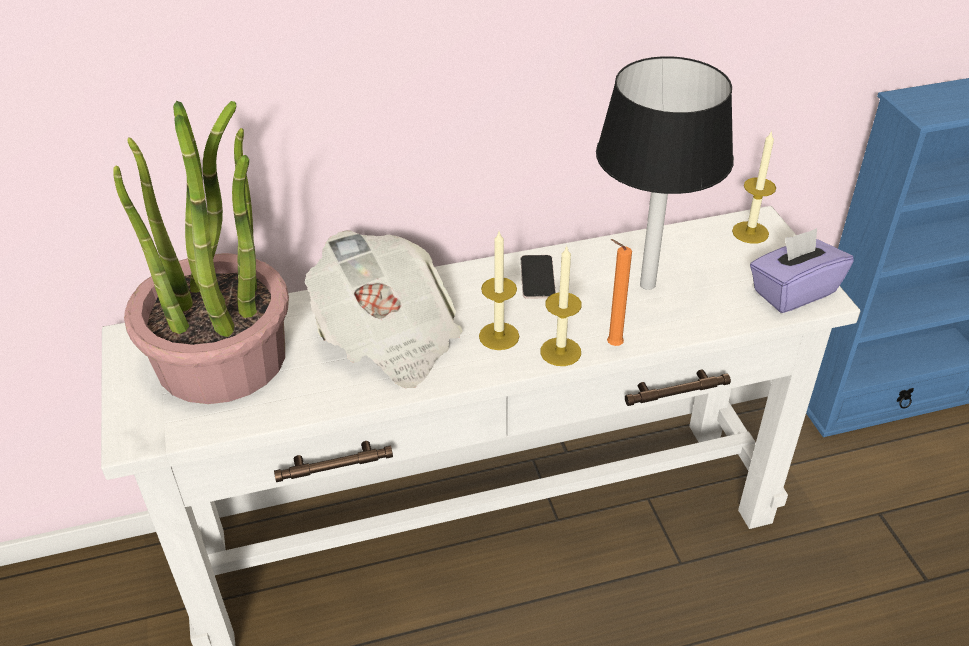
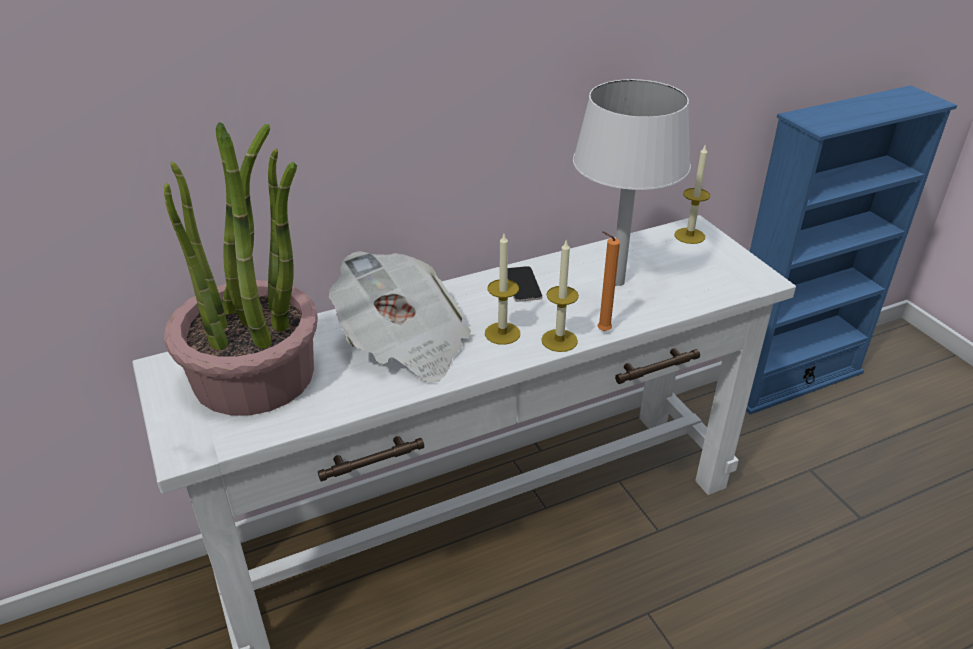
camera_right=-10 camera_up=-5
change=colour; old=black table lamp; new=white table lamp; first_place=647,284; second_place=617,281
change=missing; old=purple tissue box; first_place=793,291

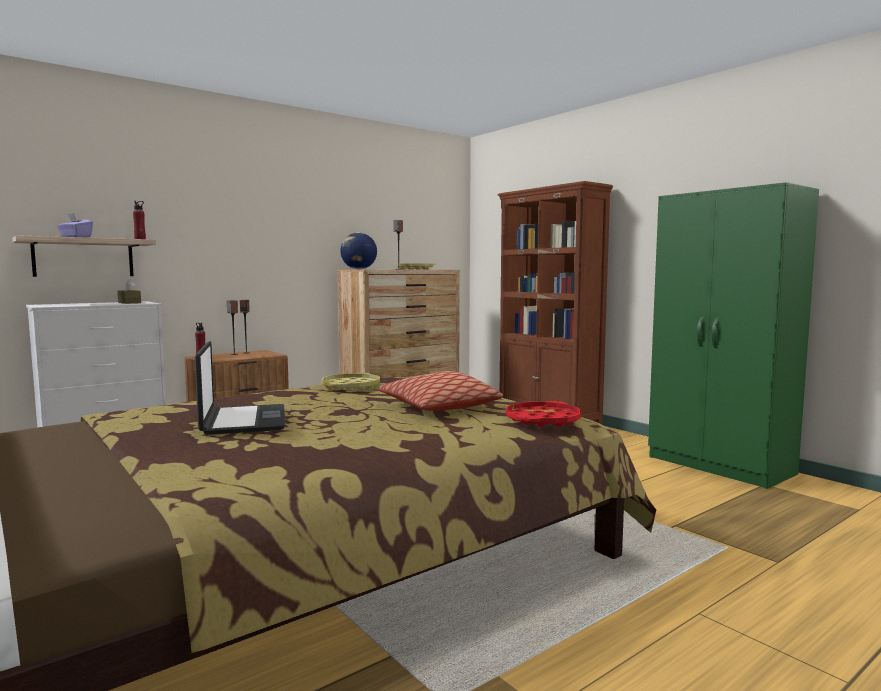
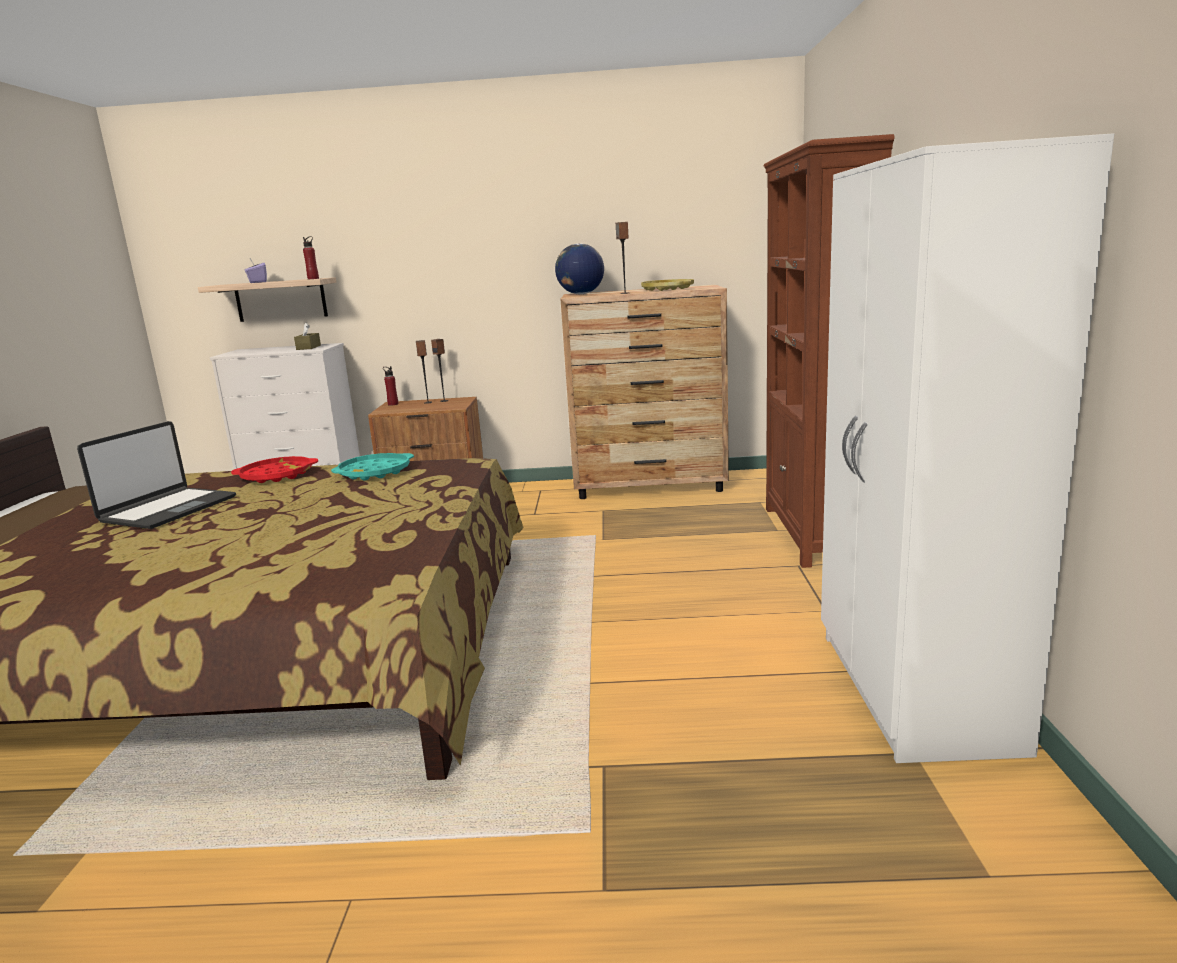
camera_right=40 camera_up=10
change=colour; old=yellow tray; new=turquoise tray; first_place=351,387; second_place=375,472
change=missing; old=pillow; first_place=439,407
change=relocated; old=red tray; first_place=542,420; second_place=277,475
change=colour; old=green wardrobe; new=white wardrobe; first_place=720,466; second_place=913,691

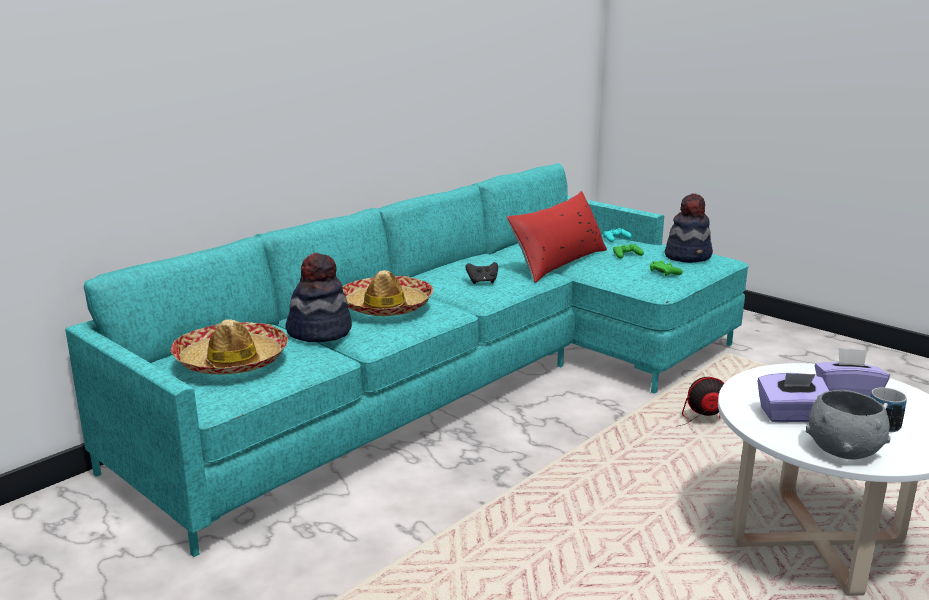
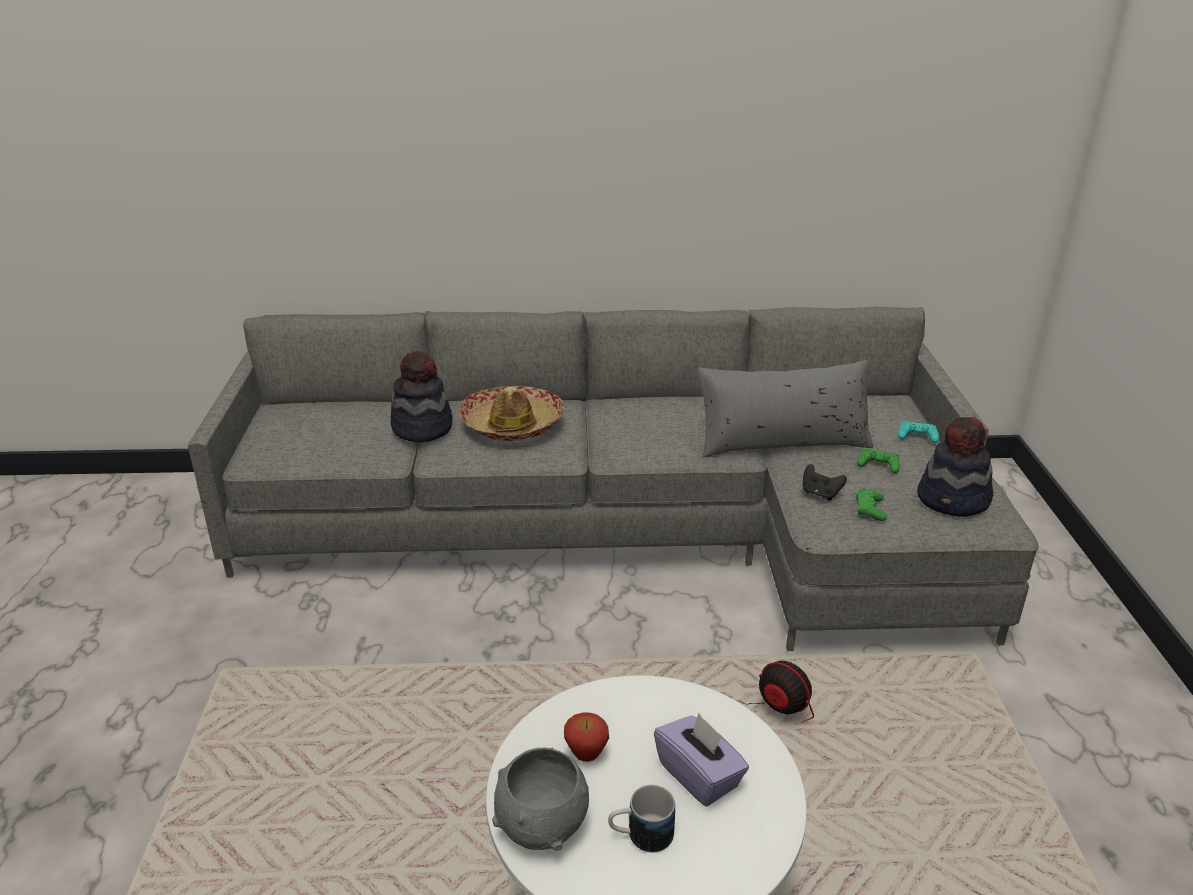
camera_right=45 camera_up=10
change=colour; old=turquoise sofa; new=grey sofa; first_place=461,381; second_place=628,530
change=missing; old=hat; first_place=231,361
change=relocated; old=black game controller; first_place=482,282; second_place=820,494
change=colour; old=red pillow; new=grey pillow; first_place=558,262; second_place=782,442
change=exchanged; old=purple tissue box; new=apple; first_place=791,416; second_place=586,755

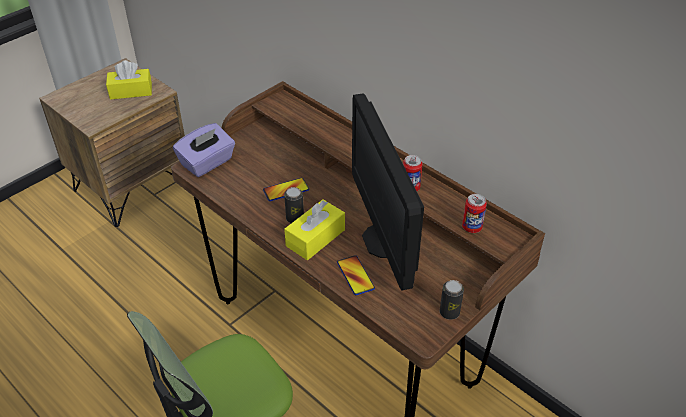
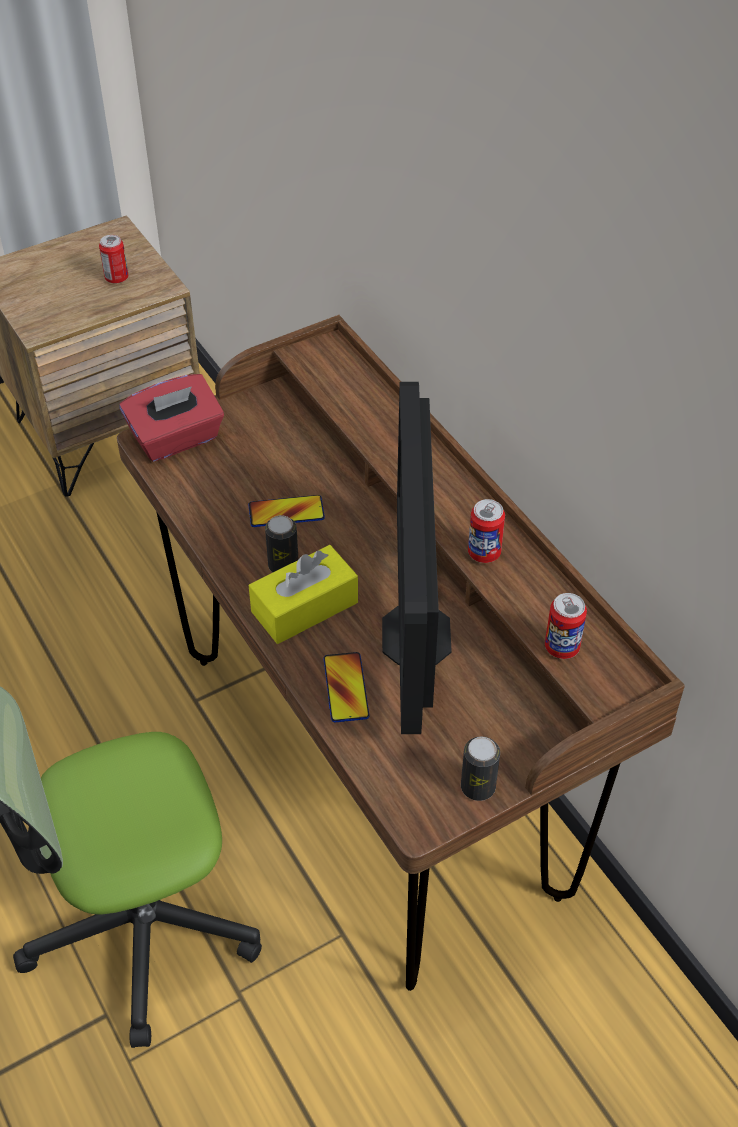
camera_right=15 camera_up=5
change=exchanged; old=yellow tissue box; new=can; first_place=131,91; second_place=116,278
change=colour; old=purple tissue box; new=red tissue box; first_place=207,163; second_place=176,439

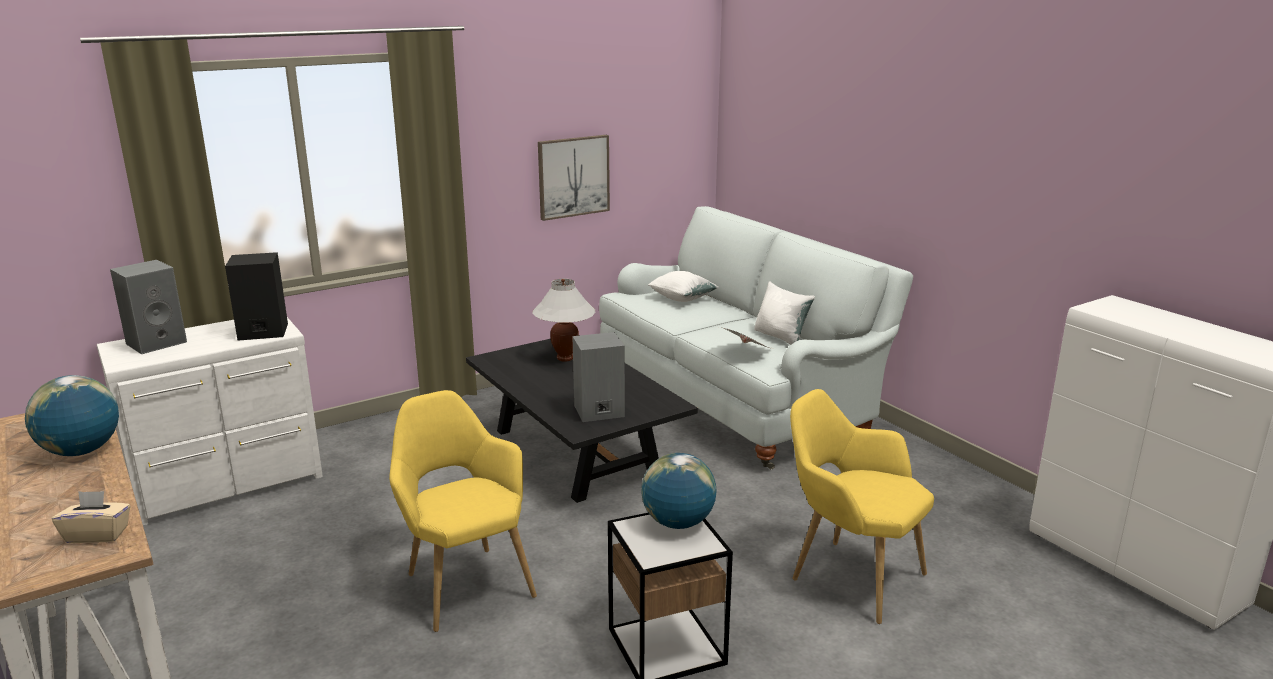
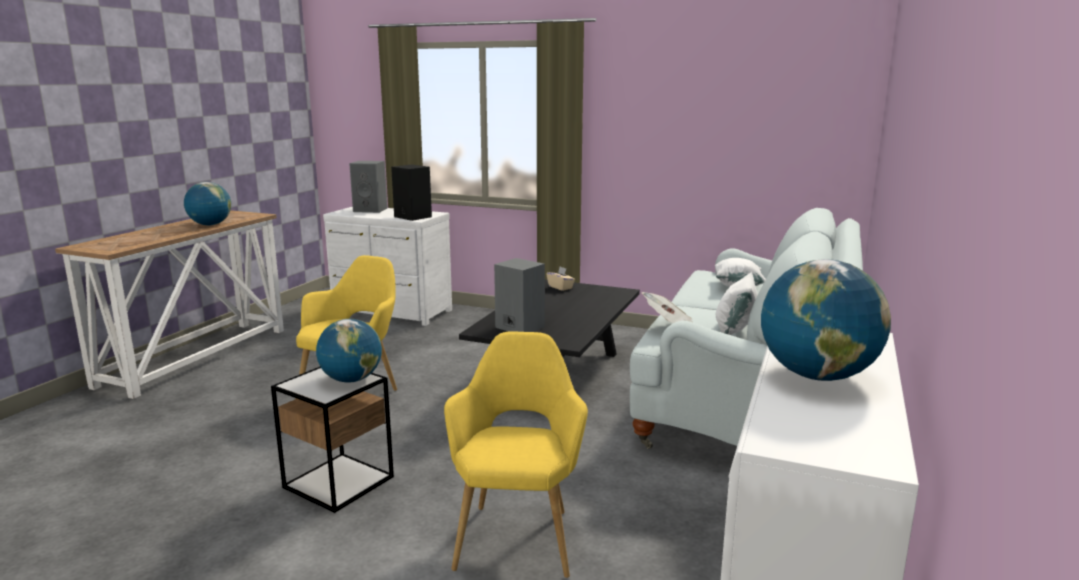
camera_right=55 camera_up=-5
change=relocated; old=beige tissue box; first_place=97,534; second_place=560,287
change=missing; old=white table lamp; first_place=565,358
change=missing; old=picture; first_place=573,176
change=appeared; new=globe; second_place=817,375

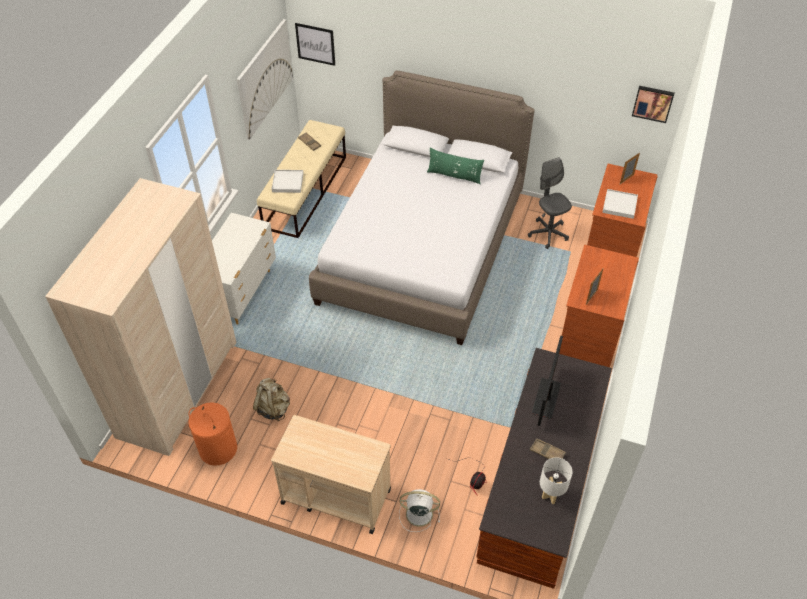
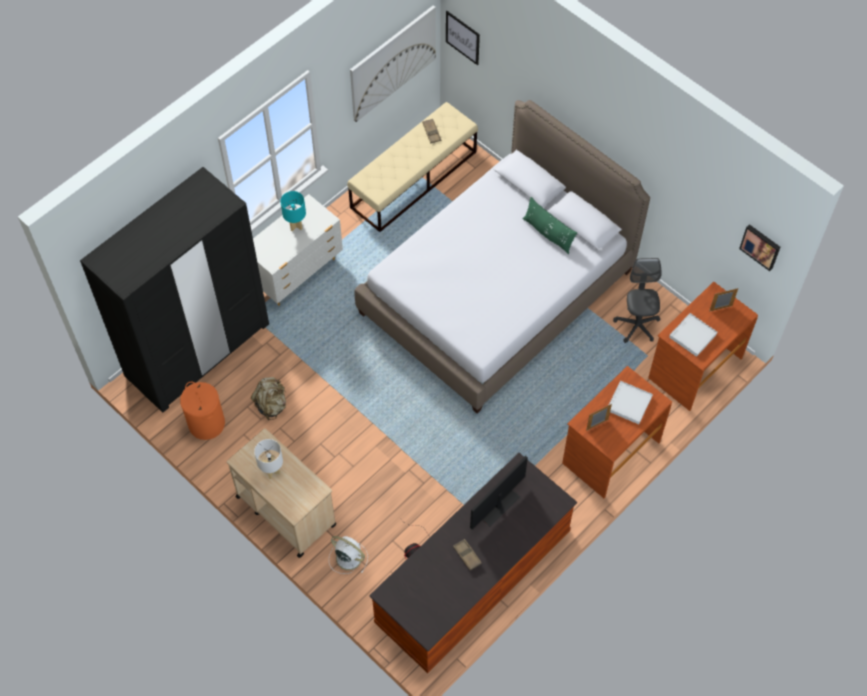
camera_right=25 camera_up=10
change=colour; old=beige wardrobe; new=black wardrobe; first_place=178,388; second_place=197,350
change=relocated; old=white tray; first_place=288,182; second_place=629,403
change=relocated; old=white table lamp; first_place=550,496; second_place=272,472
change=appeared; new=turquoise table lamp; second_place=295,226

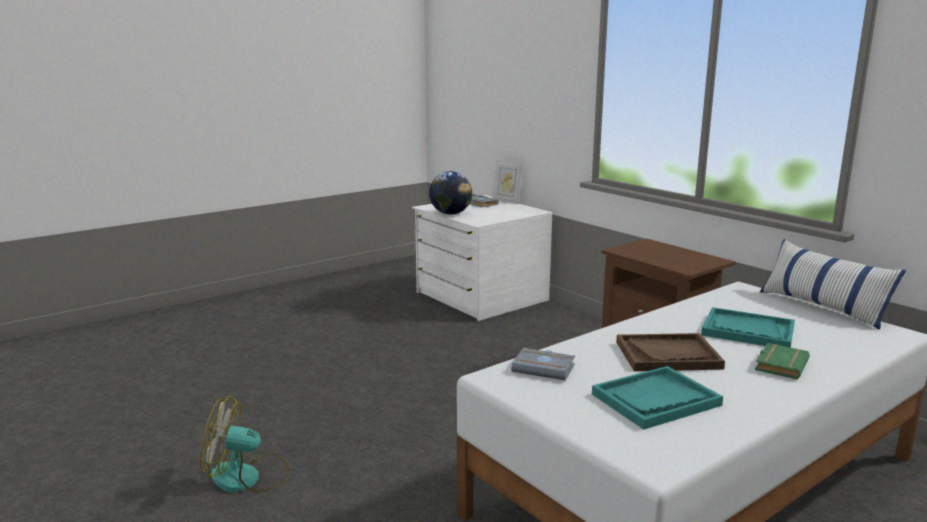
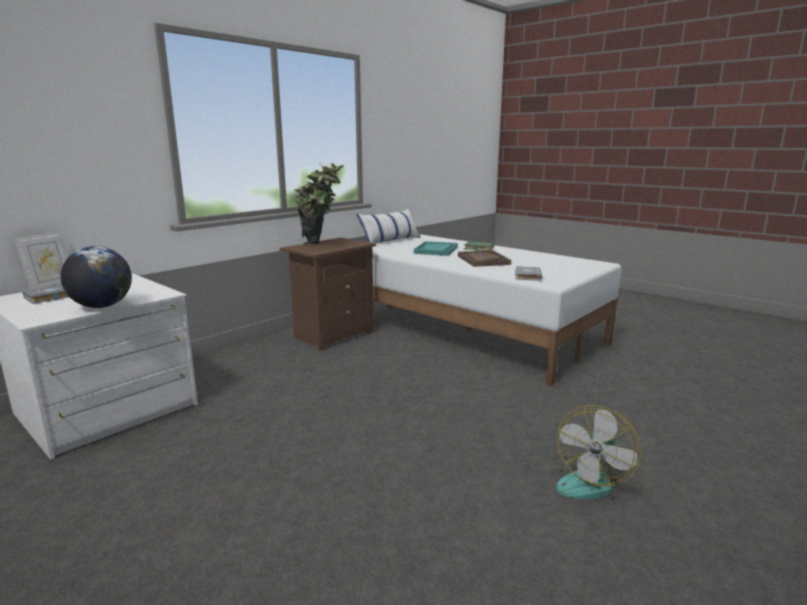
camera_right=-100 camera_up=0
change=spun; old=fan; first_place=247,478; second_place=588,480; degrees=45
change=missing; old=turquoise tray; first_place=655,400
change=appeared; new=potted plant; second_place=321,245

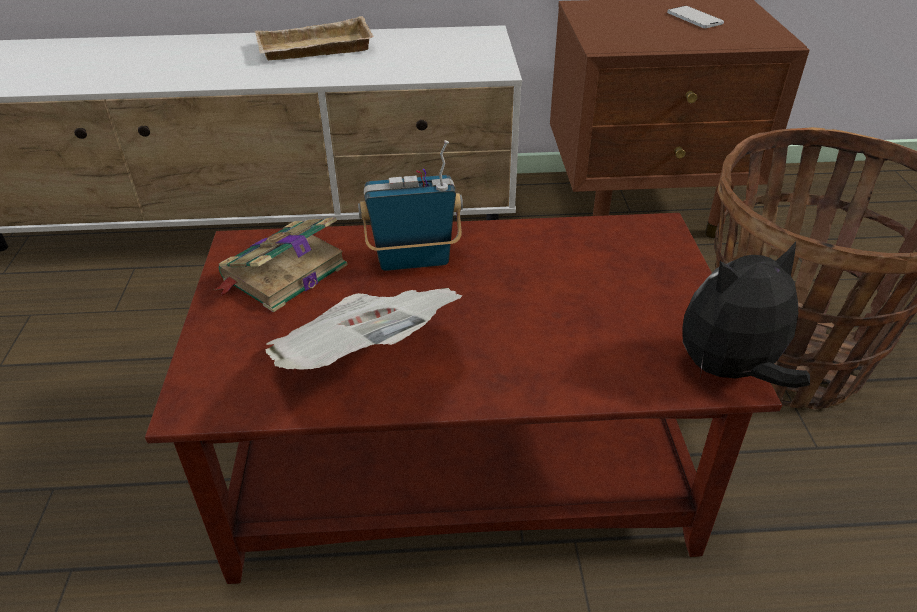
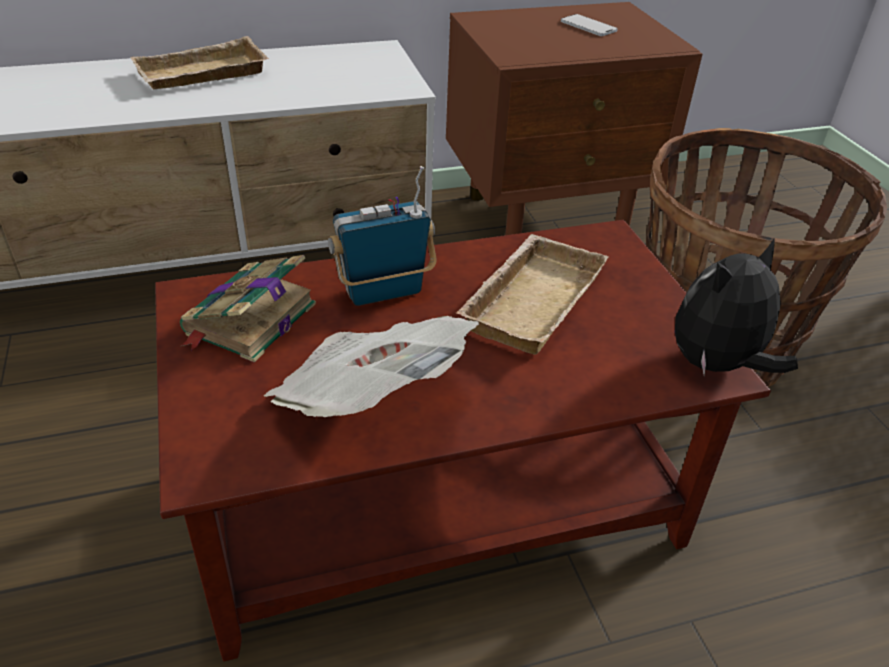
camera_right=-15 camera_up=0
change=appeared; new=beige tray; second_place=530,299

